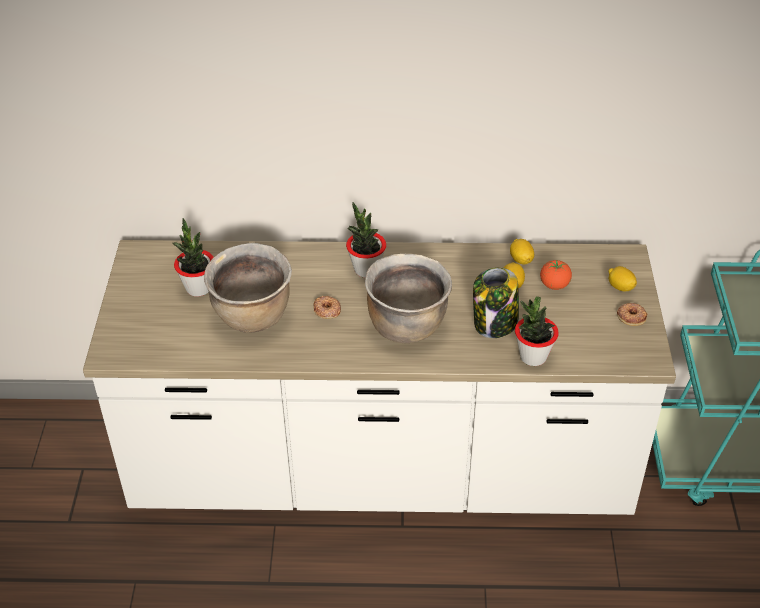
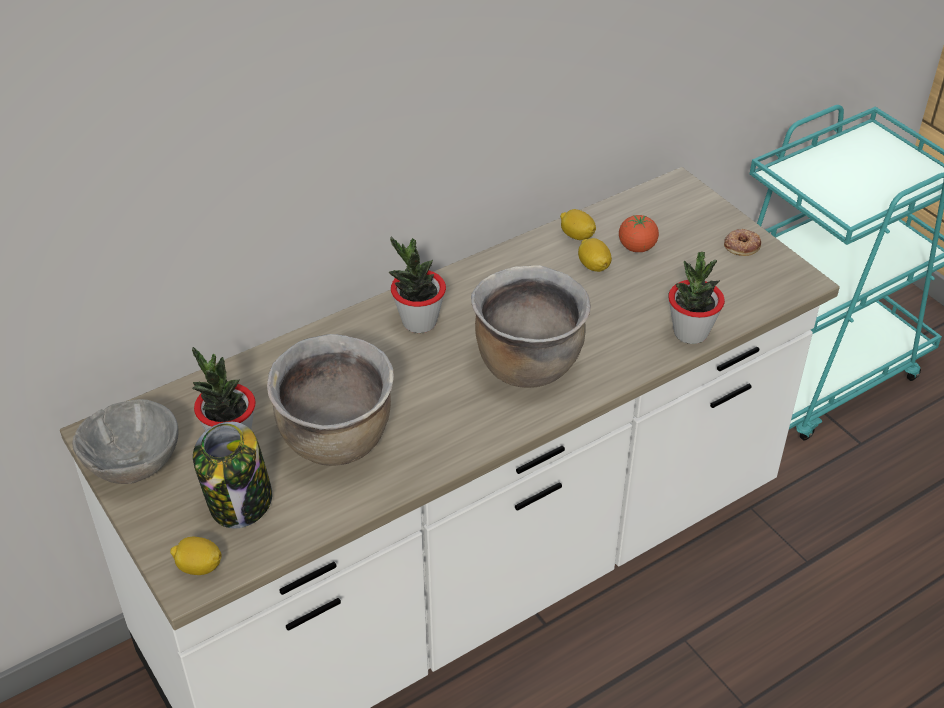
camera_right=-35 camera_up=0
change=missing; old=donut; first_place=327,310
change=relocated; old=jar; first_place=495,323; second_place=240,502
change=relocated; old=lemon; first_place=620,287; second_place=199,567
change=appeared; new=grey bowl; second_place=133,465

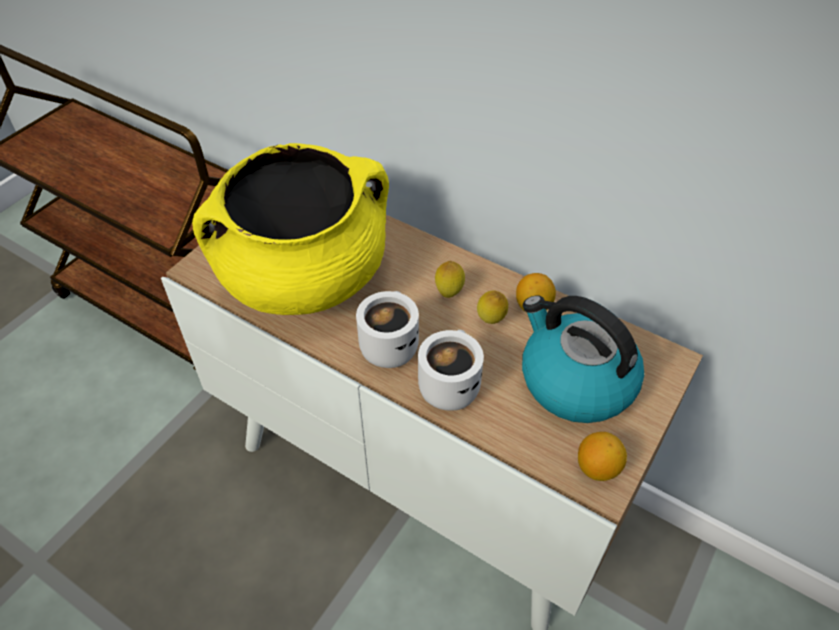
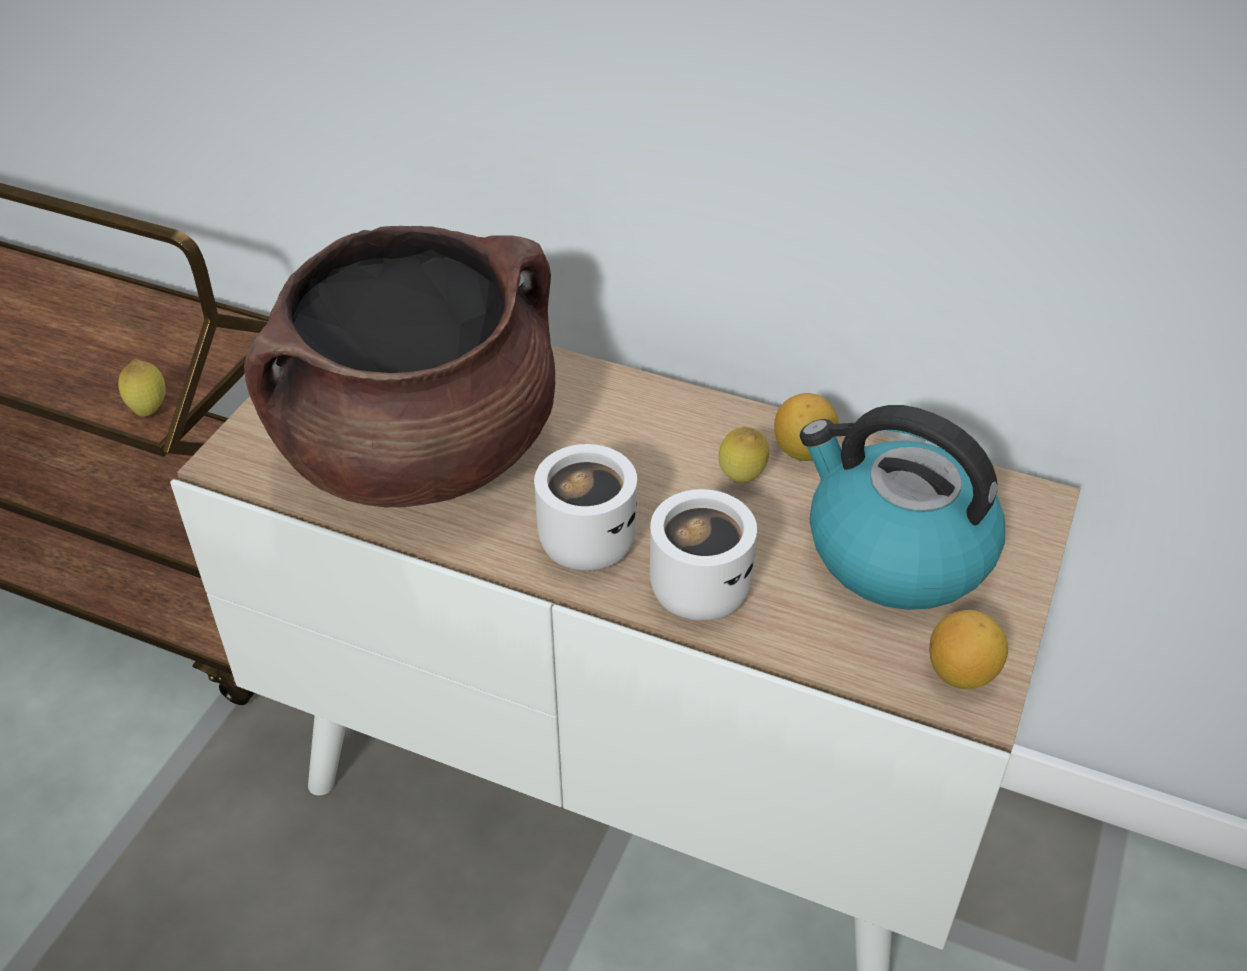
camera_right=-10 camera_up=-5
change=colour; old=yellow cooking pot; new=brown cooking pot; first_place=304,277; second_place=419,451
change=relocated; old=lemon; first_place=449,293; second_place=149,410

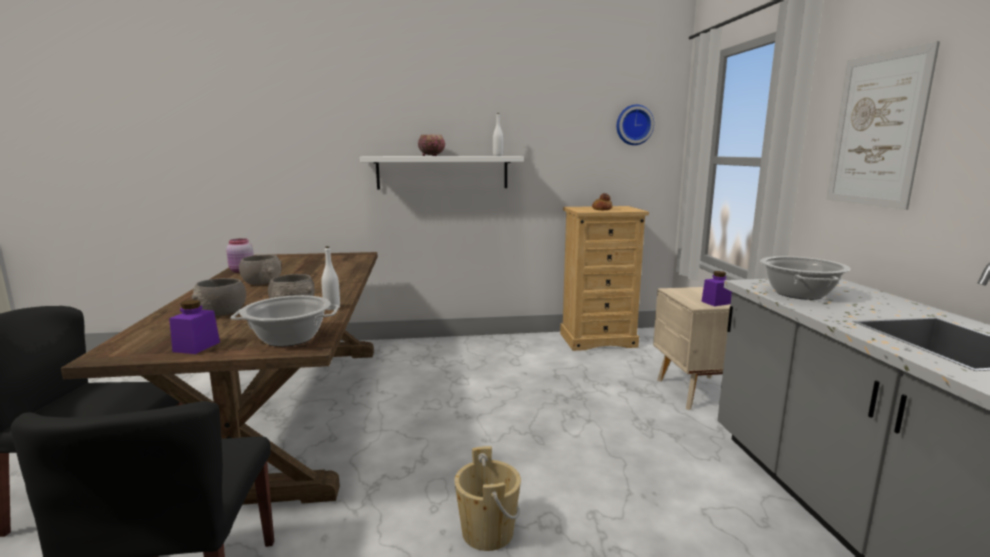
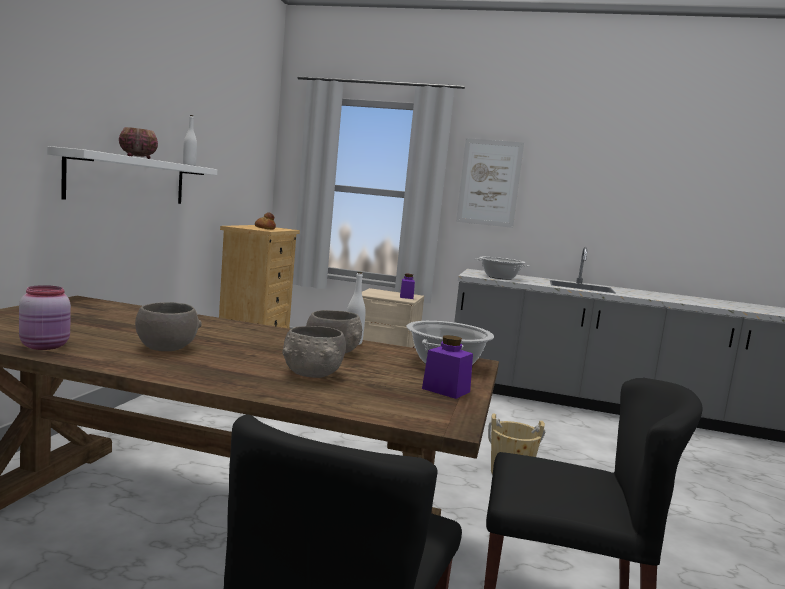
camera_right=-70 camera_up=-5
change=missing; old=wall clock; first_place=633,125

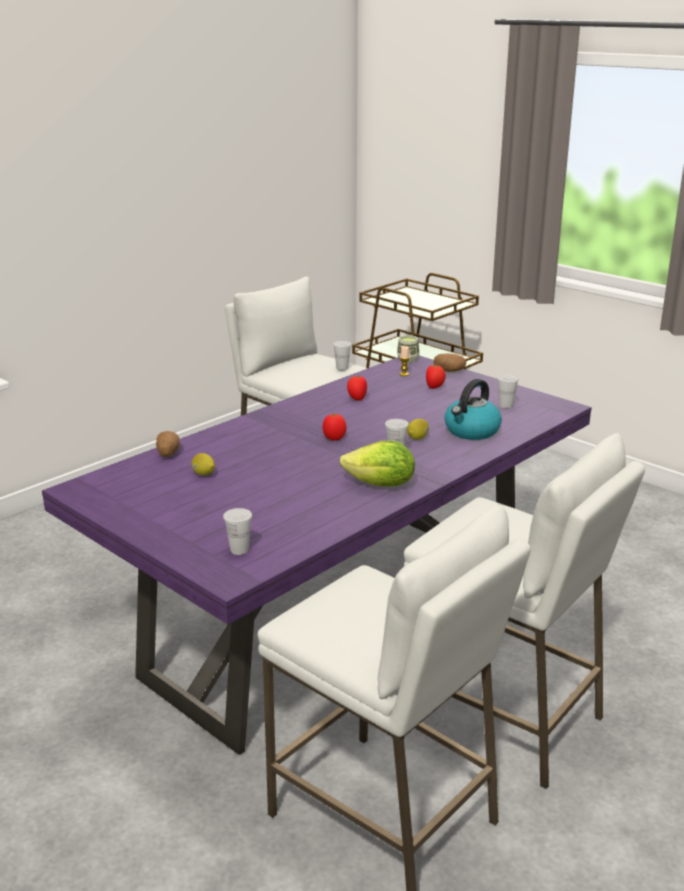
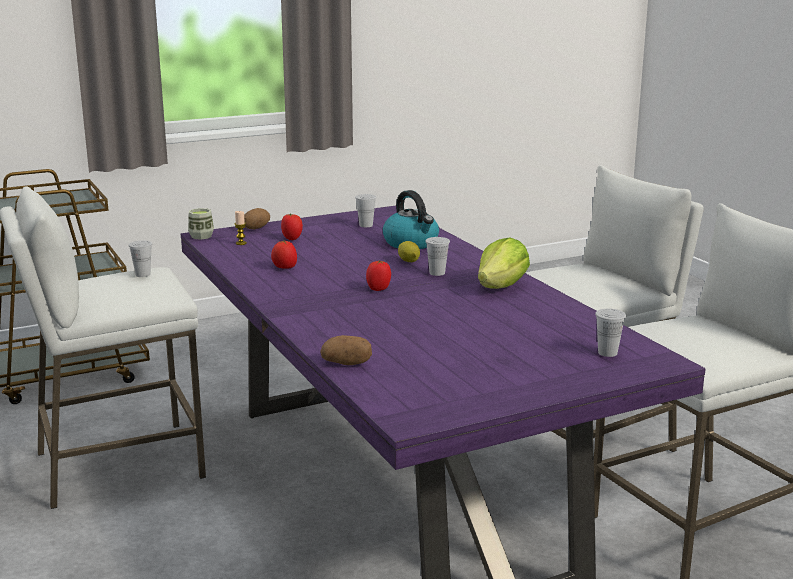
camera_right=-70 camera_up=-5
change=missing; old=lemon; first_place=204,474

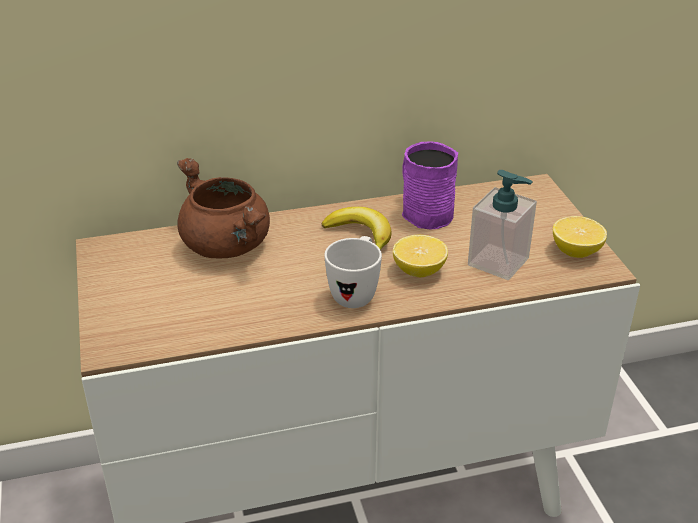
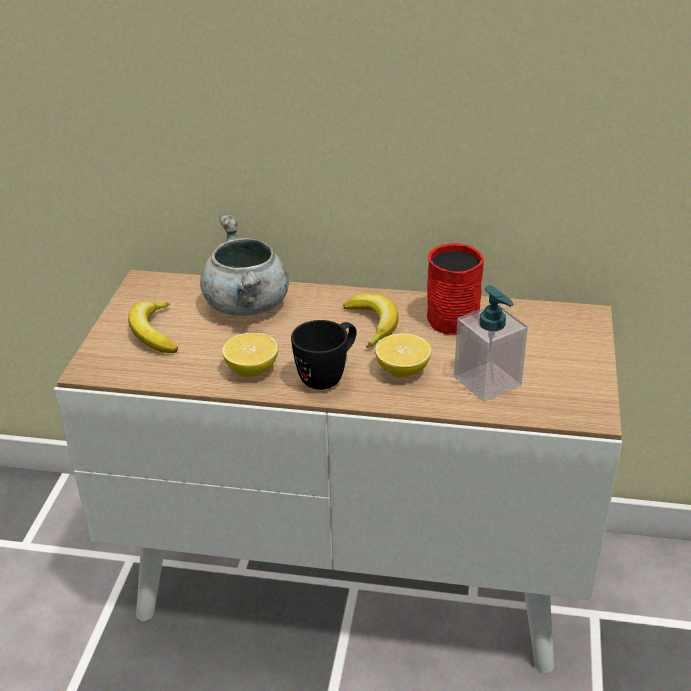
camera_right=25 camera_up=0
change=colour; old=brown cooking pot; new=grey cooking pot; first_place=228,246; second_place=248,305
change=colour; old=white mug; new=black mug; first_place=356,293; second_place=328,376
change=colour; old=purple mug; new=red mug; first_place=423,211; second_place=451,314
change=relocated; old=lemon; first_place=576,251; second_place=252,369
change=appeared; new=banana; second_place=154,333

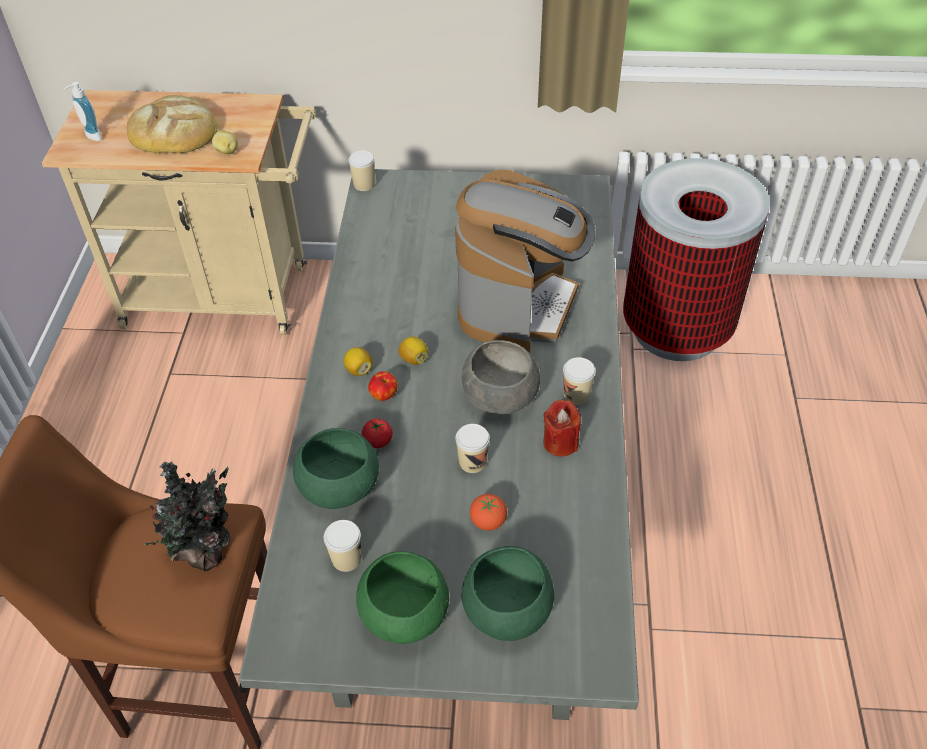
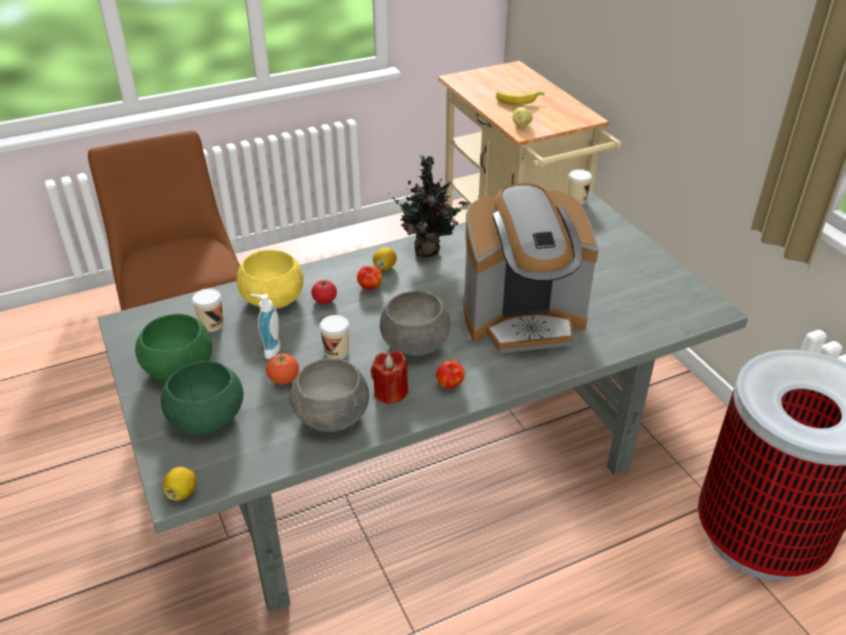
camera_right=60 camera_up=-10
change=relocated; old=soap dispenser; first_place=91,137; second_place=269,349
change=exchanged; old=bread; new=banana; first_place=173,131; second_place=518,101
change=relocated; old=potted plant; first_place=206,552; second_place=429,250
change=colour; old=green bowl; new=yellow bowl; first_place=340,485; second_place=273,298
change=relocated; old=lemon; first_place=414,359; second_place=182,492
change=exchanged; old=cup; new=apple; first_place=576,395; second_place=450,384
change=appeared; new=grey bowl; second_place=332,415

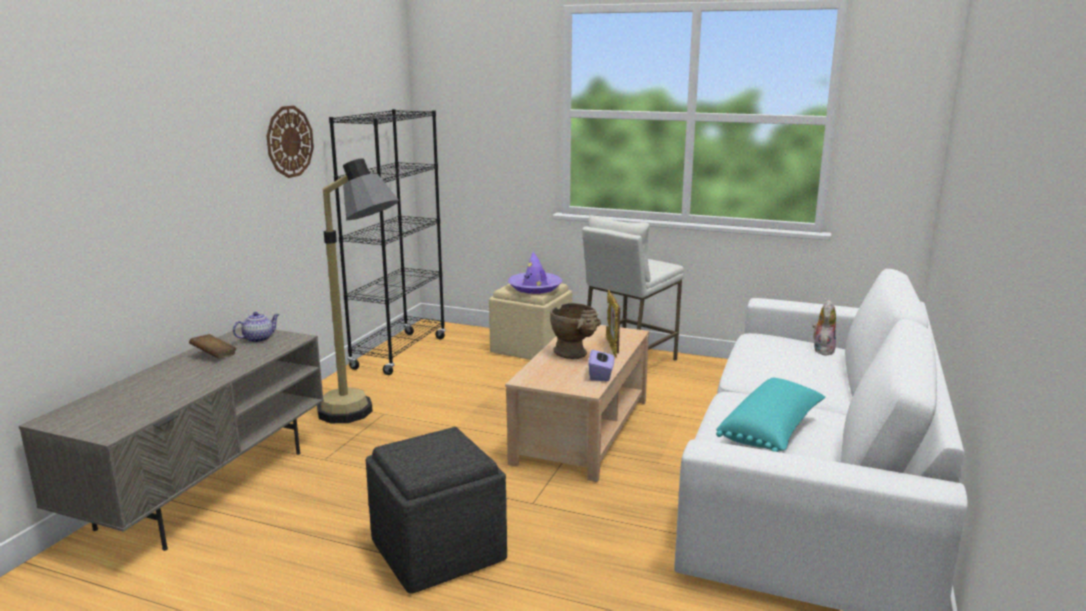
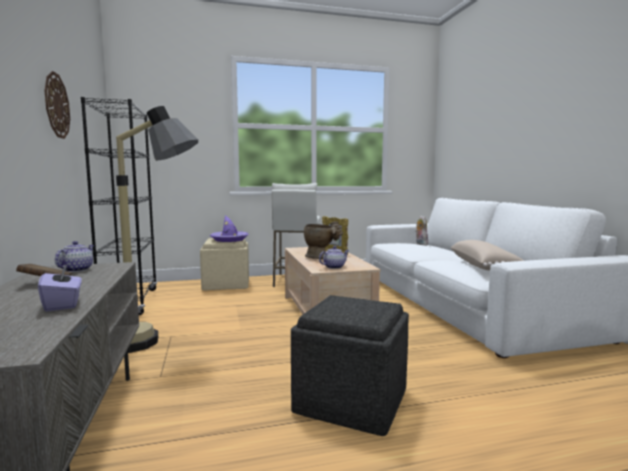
camera_right=-35 camera_up=-10
change=relocated; old=purple tissue box; first_place=601,375; second_place=63,304
change=colour; old=turquoise pillow; new=beige pillow; first_place=772,431; second_place=484,266
change=appeared; new=teapot; second_place=334,267

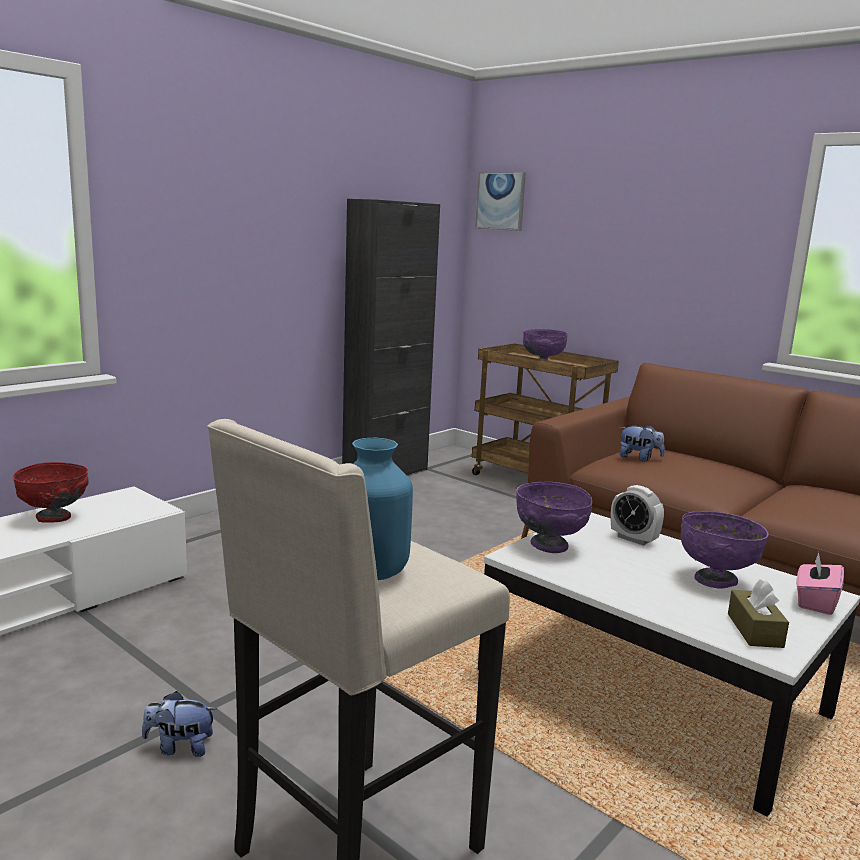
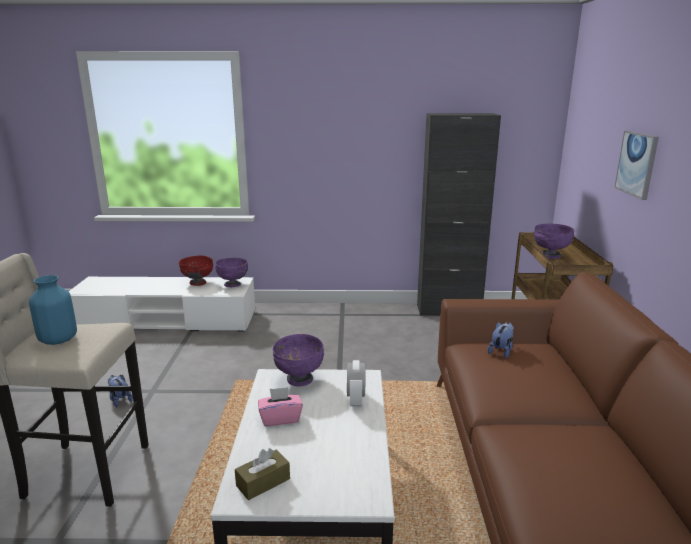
camera_right=50 camera_up=5
change=relocated; old=picture; first_place=501,201; second_place=637,164
change=spun; old=plush toy; first_place=639,458; second_place=501,351; degrees=-135
change=relocated; old=purple bowl; first_place=715,580; second_place=233,285
change=relocated; old=pink tissue box; first_place=815,602; second_place=280,418

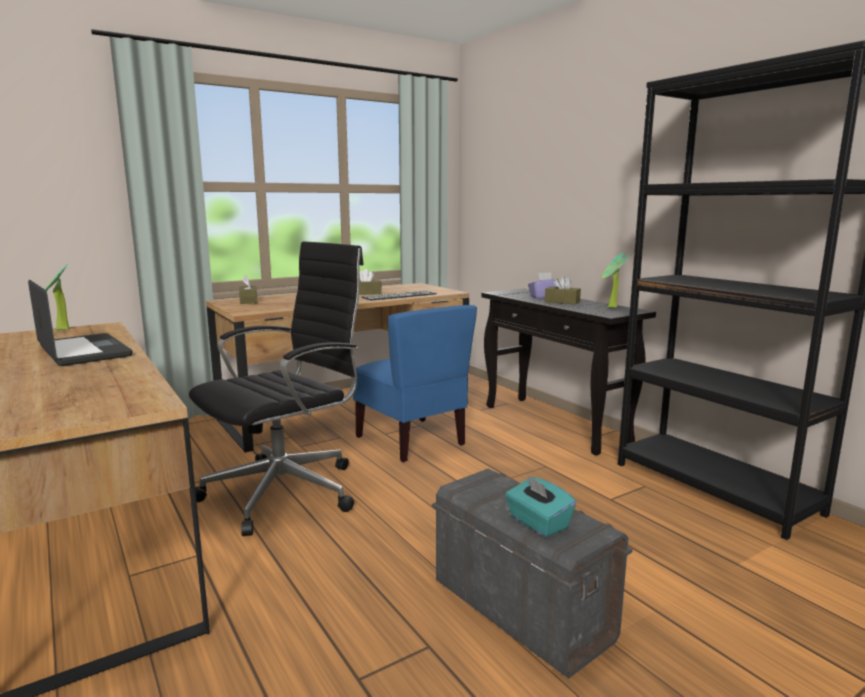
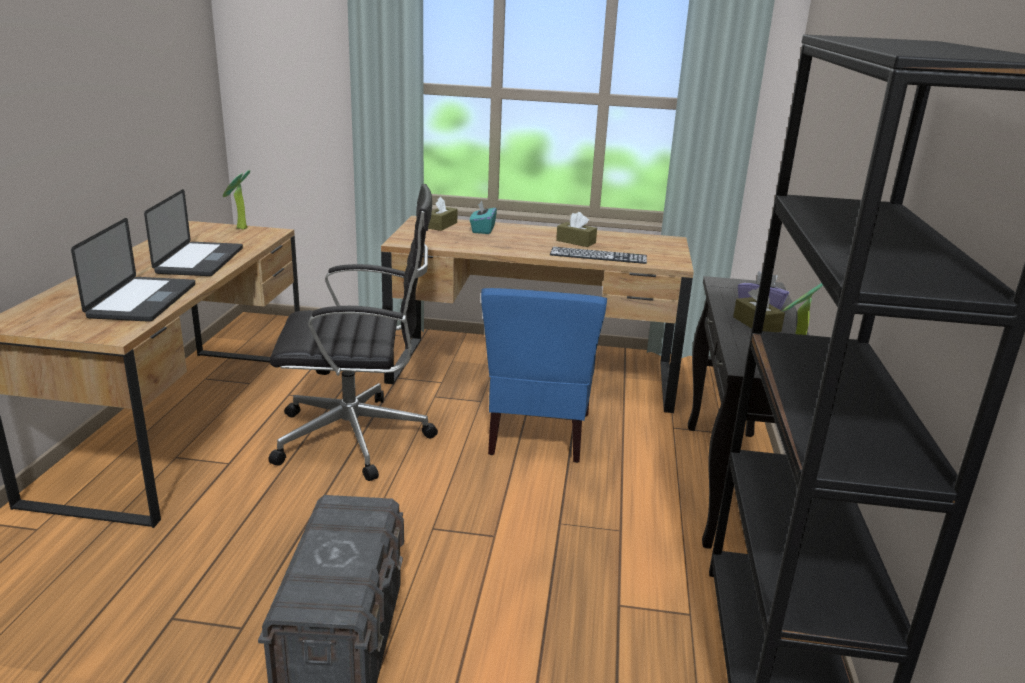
camera_right=40 camera_up=10
change=relocated; old=turquoise tissue box; first_place=538,523; second_place=482,230
change=appeared; new=laptop; second_place=143,301

